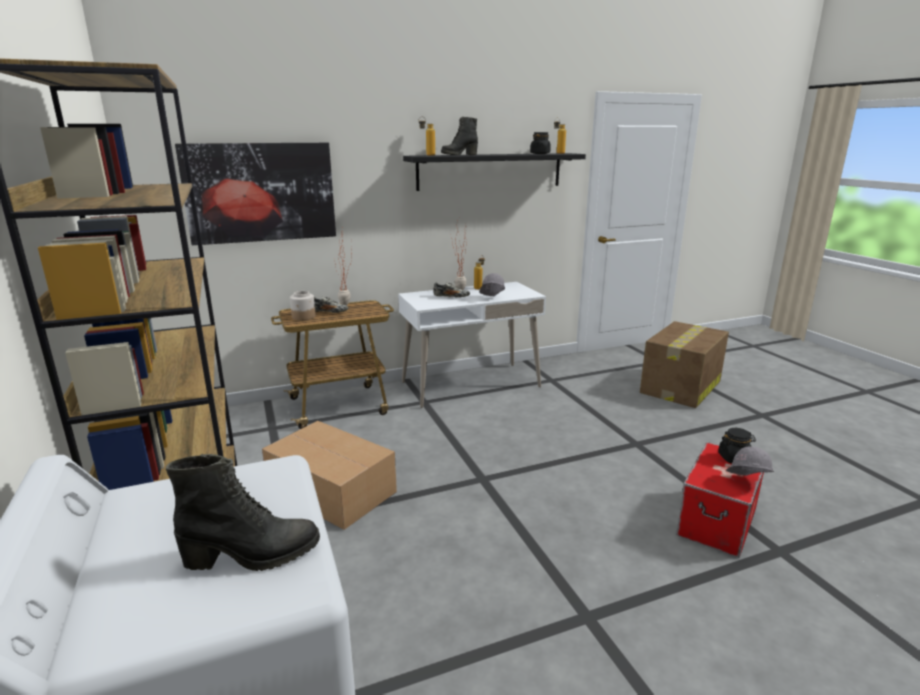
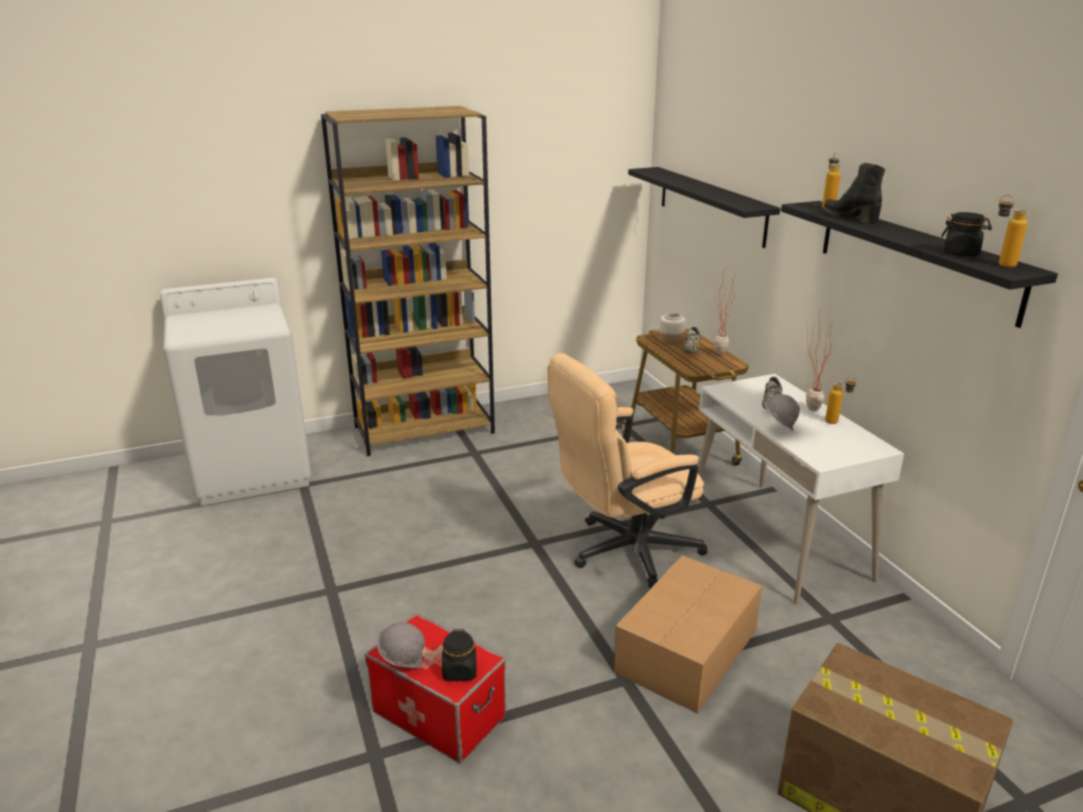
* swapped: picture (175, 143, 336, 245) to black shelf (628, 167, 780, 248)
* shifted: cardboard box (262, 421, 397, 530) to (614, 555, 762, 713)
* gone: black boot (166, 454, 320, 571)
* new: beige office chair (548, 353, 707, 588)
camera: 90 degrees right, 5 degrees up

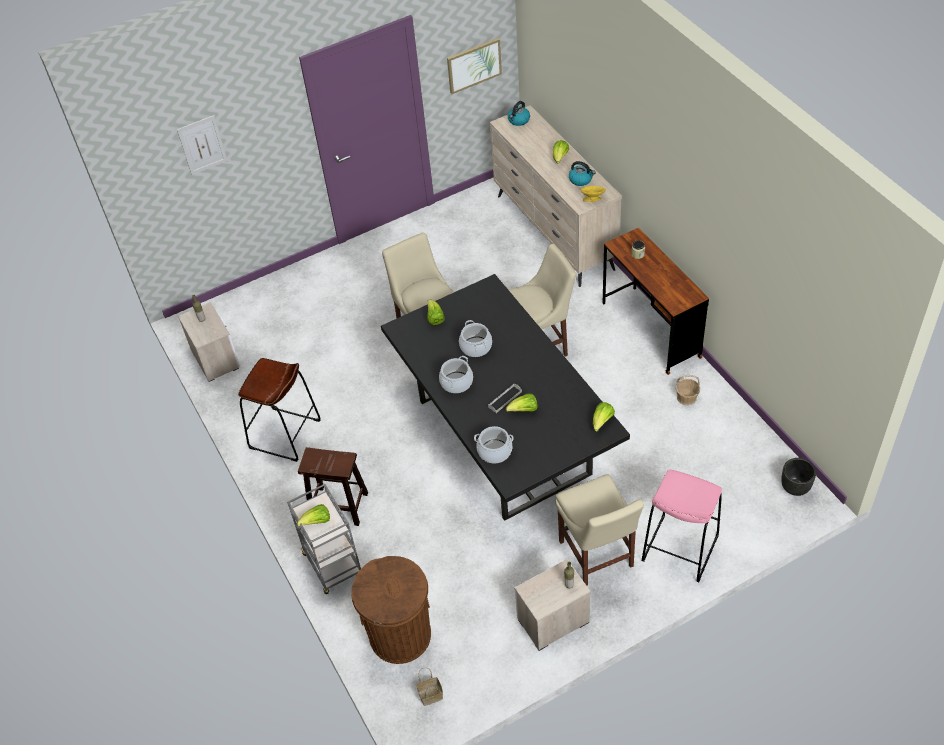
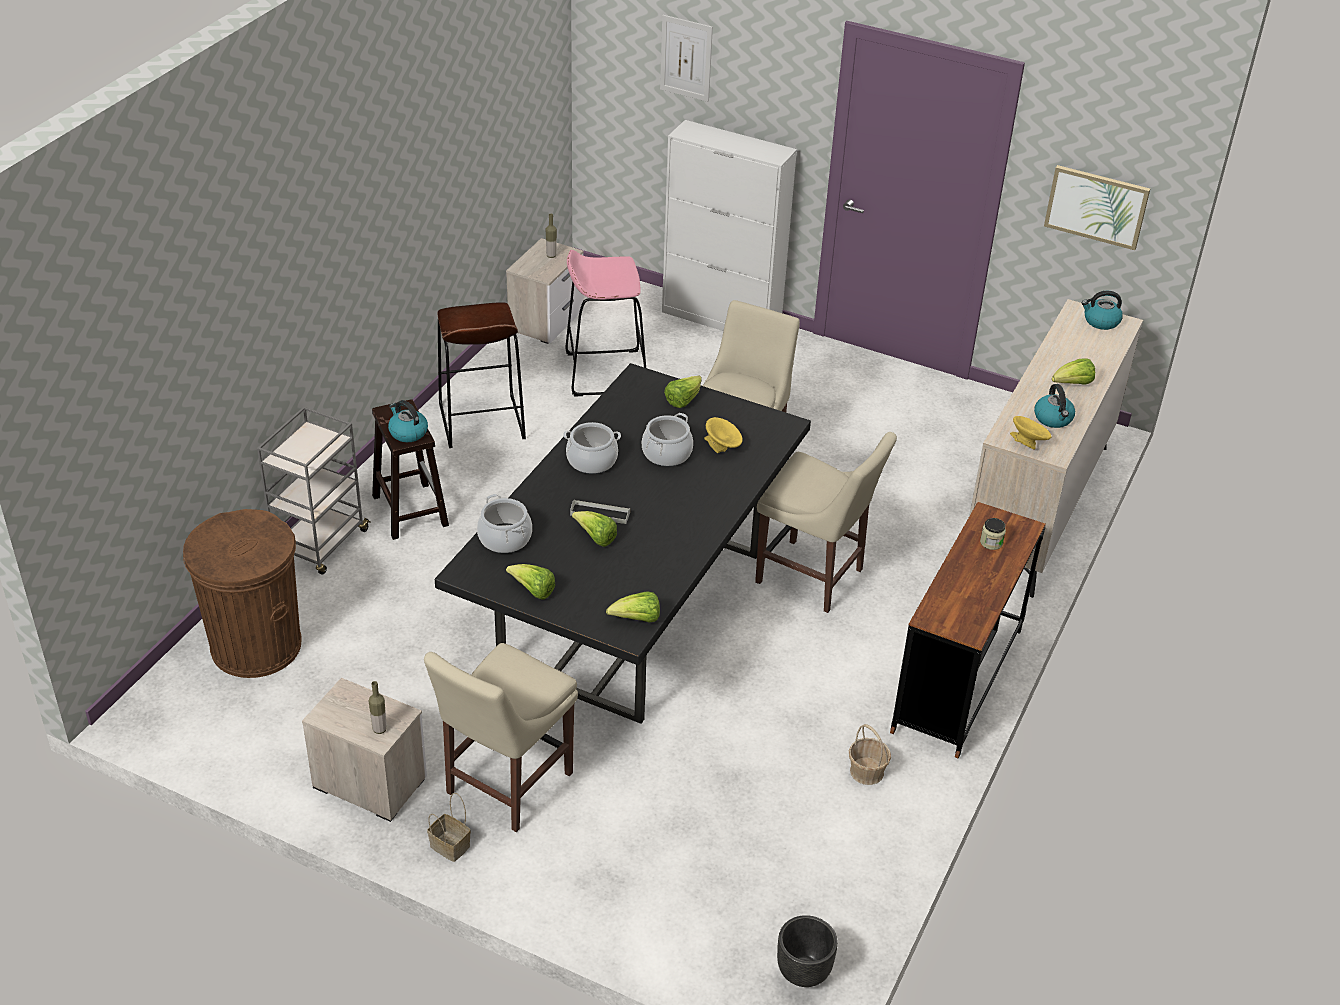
* shifted: pink stool (641, 470, 722, 582) to (565, 250, 646, 396)
* shifted: lettuce (297, 504, 330, 526) to (506, 564, 555, 600)
* shifted: basket (416, 667, 443, 706) to (427, 793, 471, 862)
* new: white cabinet (662, 120, 797, 331)
* new: kettle (388, 400, 428, 442)
* new: yellow bowl (704, 417, 743, 453)
camera: 50 degrees right, 10 degrees down

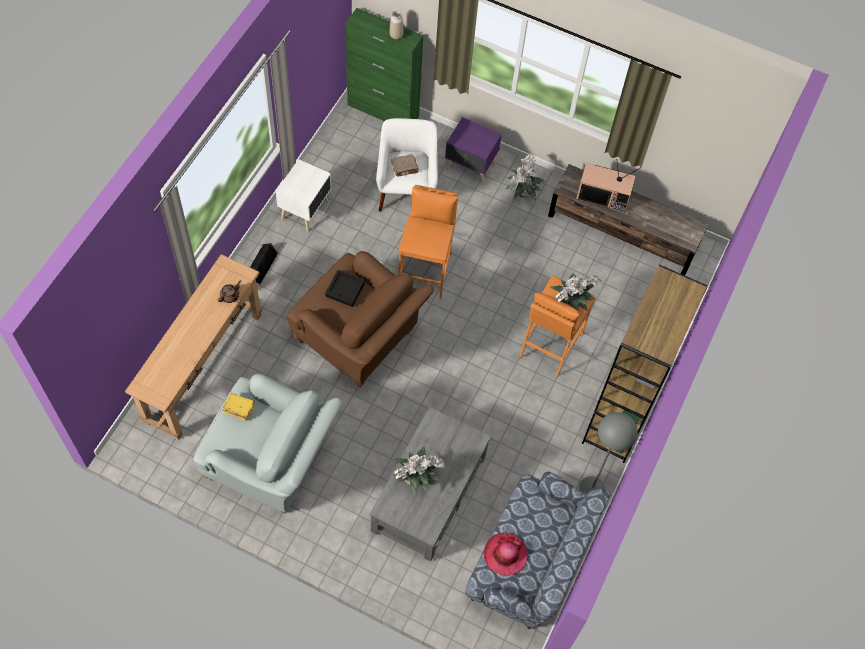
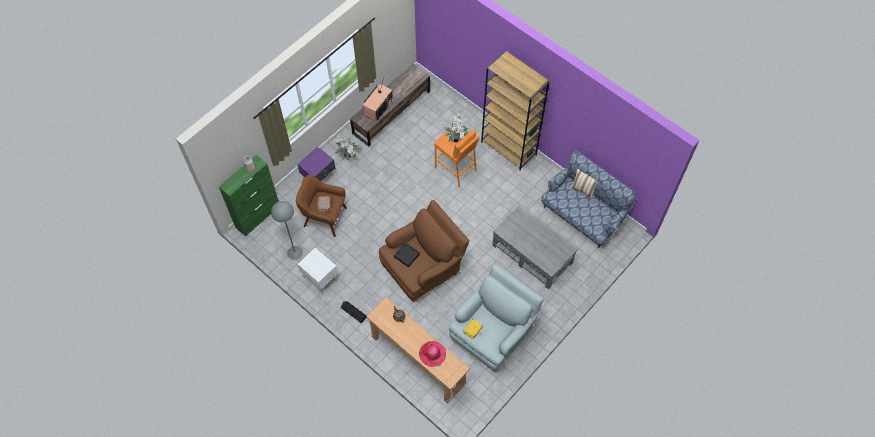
* repainted: white armchair (376, 118, 438, 212) to brown armchair (296, 175, 347, 237)
* gone: orange stool (398, 185, 459, 298)
* shifted: grey floor lamp (579, 412, 638, 495) to (271, 201, 303, 260)
* gone: potted plant (393, 447, 447, 495)
* shifted: hat (484, 533, 528, 576) to (419, 341, 446, 367)
* new: beige pillow (570, 168, 598, 199)
camera: 70 degrees left, 0 degrees up

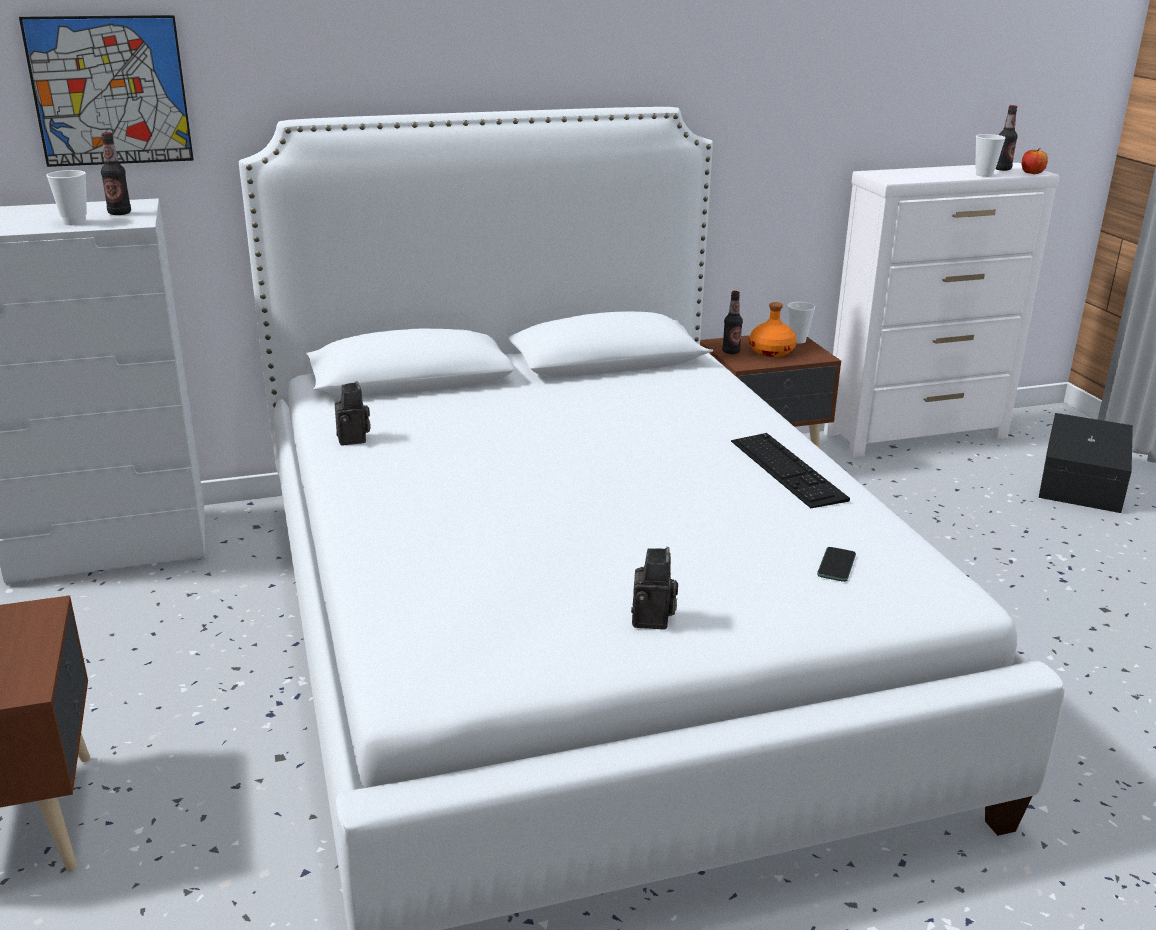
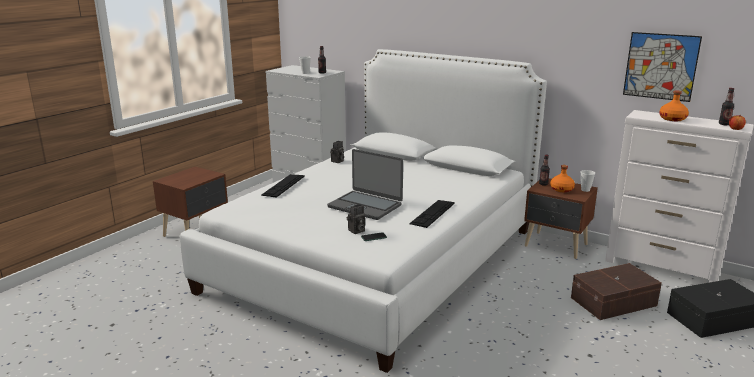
* shifted: picture (19, 15, 194, 167) to (623, 32, 702, 102)
* gone: cup (975, 134, 1006, 177)
* shifted: photo camera (631, 547, 678, 630) to (347, 204, 365, 234)
* new: orange bottle (659, 90, 689, 121)
* new: laptop (327, 149, 403, 220)
* new: keyboard (261, 174, 305, 198)
* new: brown storage box (571, 263, 662, 320)
camera: 50 degrees right, 5 degrees down

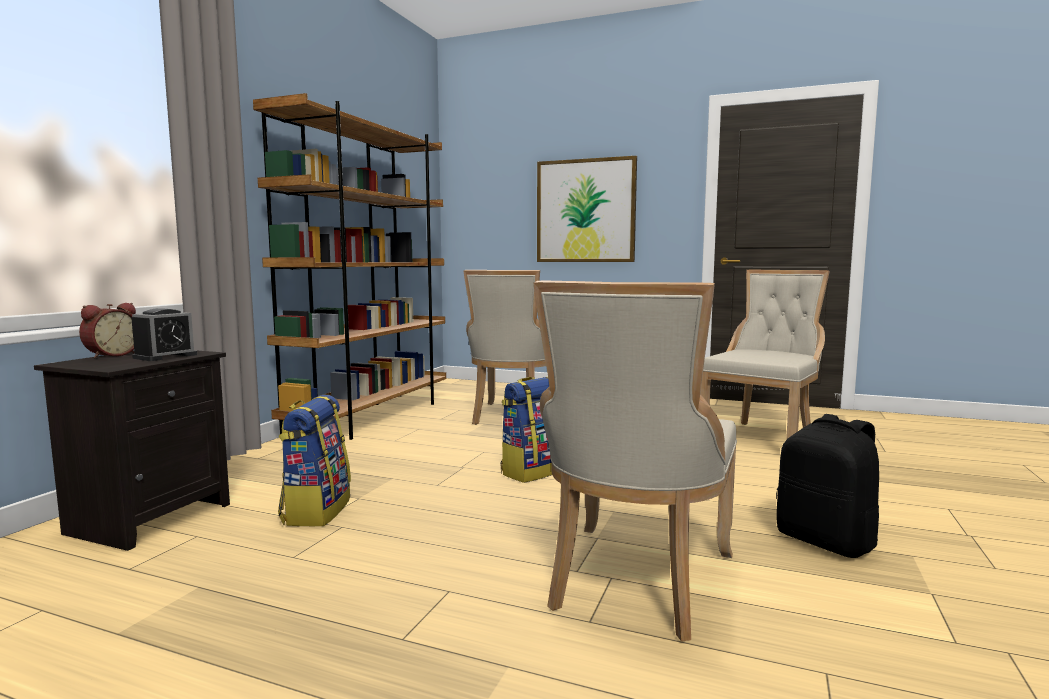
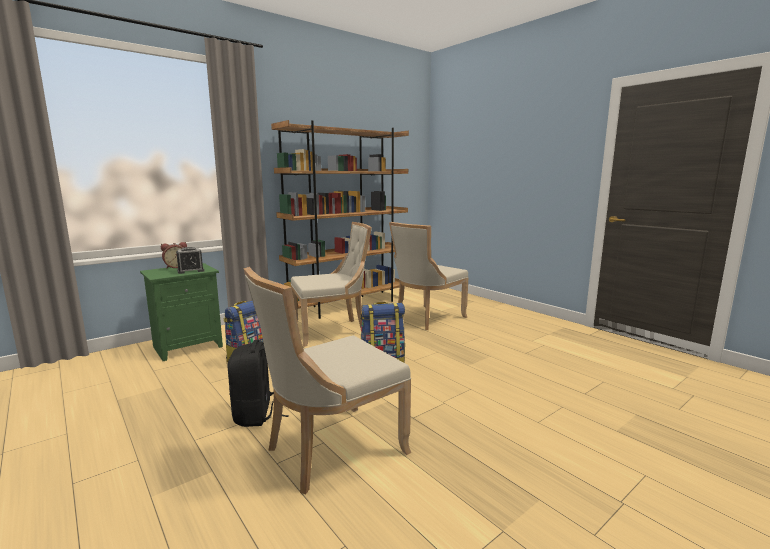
* gone: picture (537, 156, 637, 262)
* shifted: beige chair (700, 270, 829, 440) to (291, 222, 372, 347)
* repainted: black nightstand (34, 350, 230, 551) to green nightstand (140, 263, 223, 361)
* shifted: black backpack (776, 414, 879, 558) to (228, 339, 289, 427)
camera: 30 degrees right, 5 degrees up

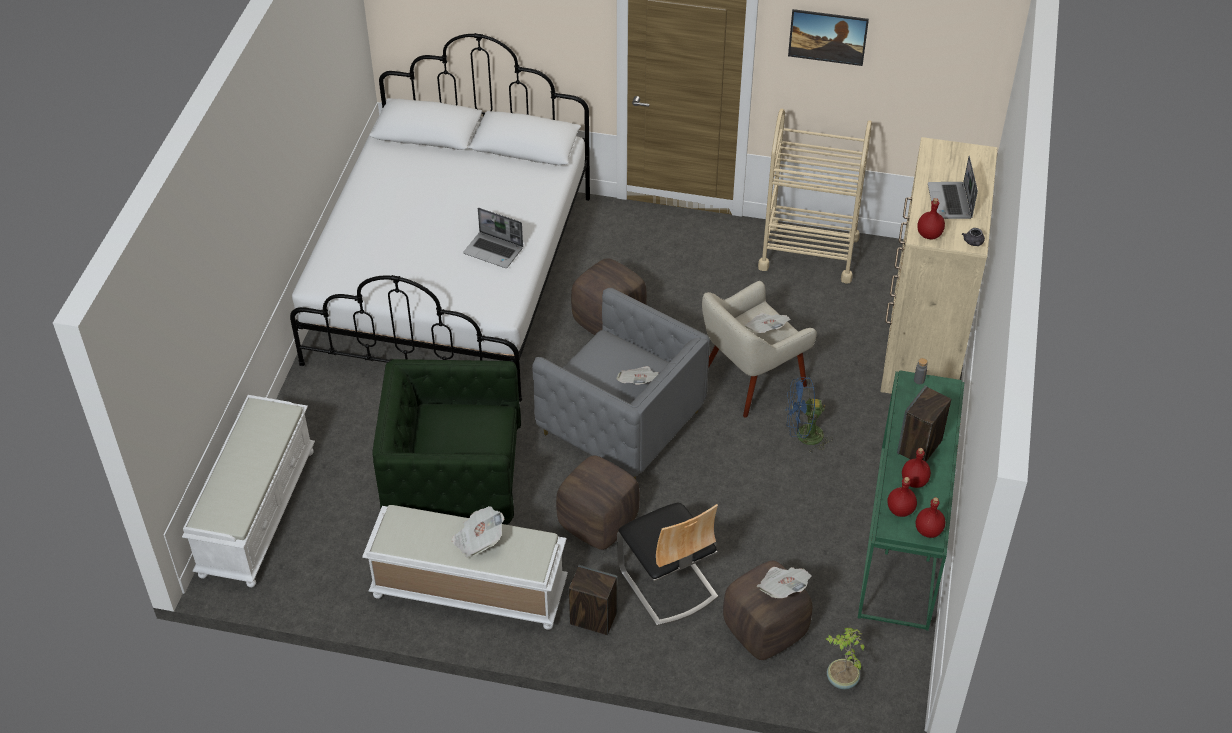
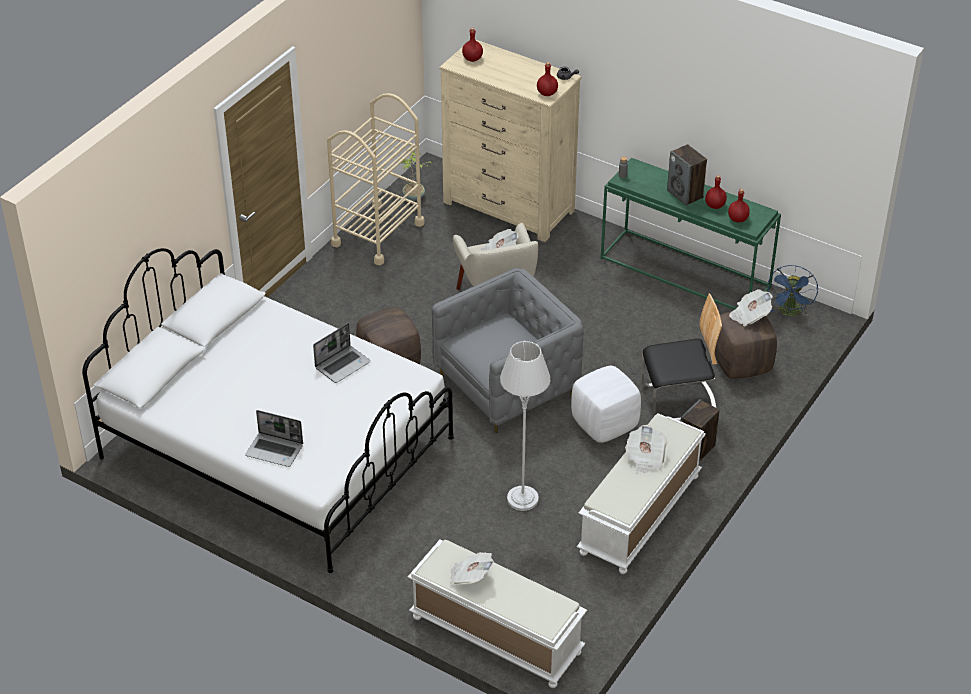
* gone: picture (788, 9, 869, 66)
* shifted: laptop (928, 156, 978, 219) to (245, 410, 303, 467)
* swapped: green armchair (372, 359, 521, 525) to grey floor lamp (500, 341, 551, 511)
* shifted: newspaper (616, 366, 658, 385) to (450, 552, 494, 584)
* shifted: blue fan (785, 377, 833, 452) to (768, 265, 818, 316)
* repainted: brown ottoman (556, 455, 640, 550) to white ottoman (571, 366, 641, 443)
* shifted: red bottle (916, 497, 946, 538) to (462, 28, 483, 62)
* shifted: potted plant (826, 628, 864, 689) to (400, 149, 432, 201)
camera: 70 degrees left, 5 degrees down

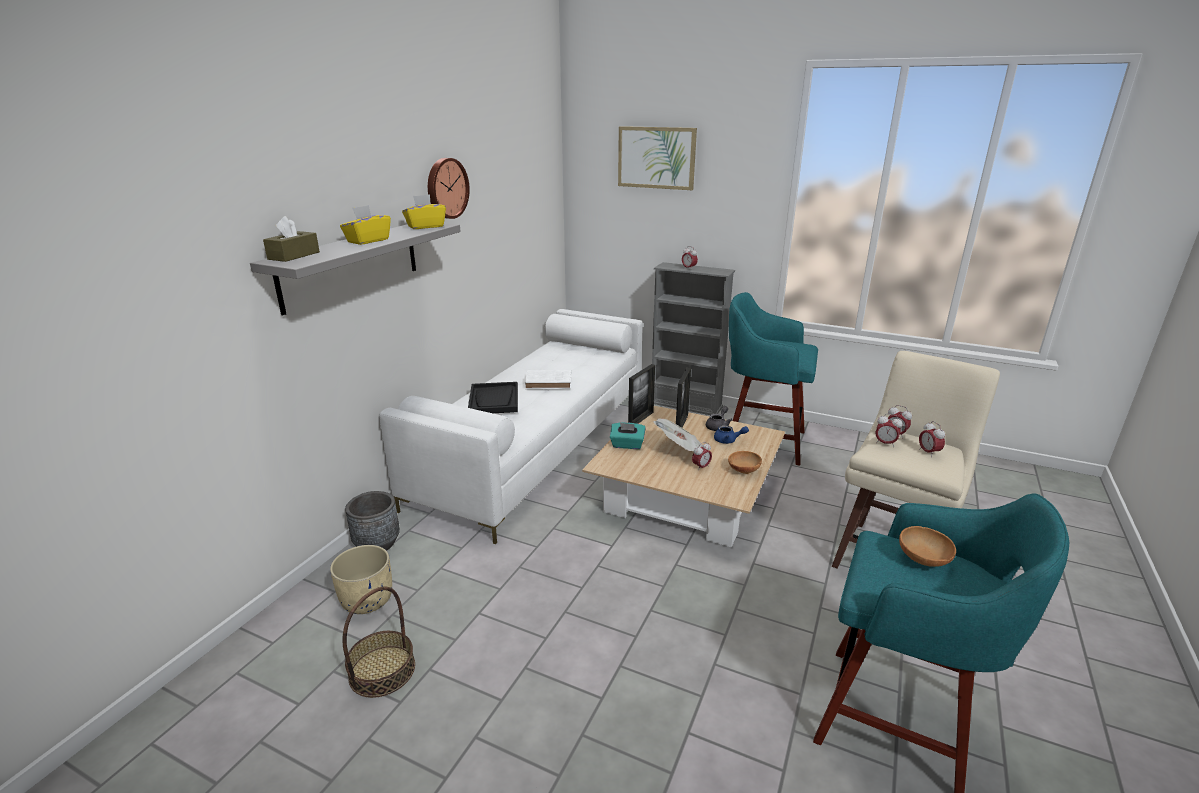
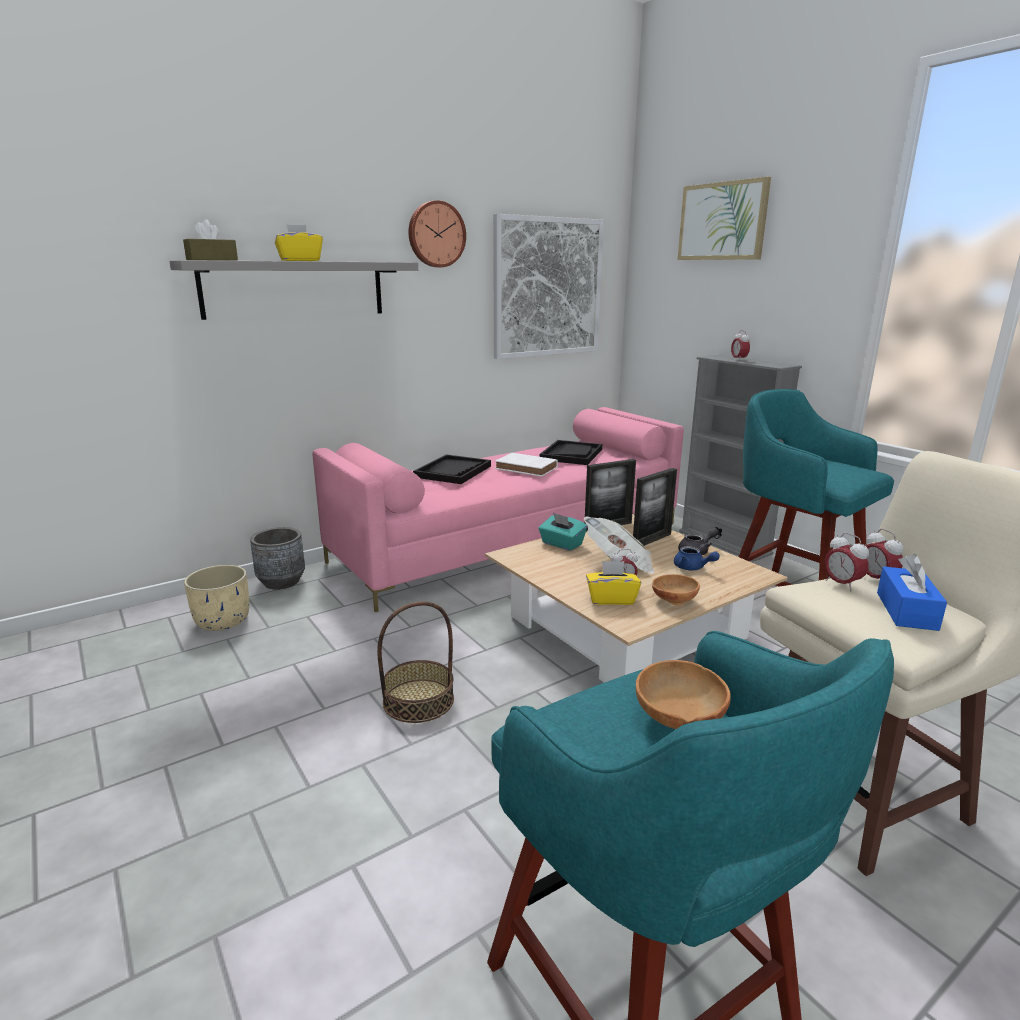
* shifted: yellow tissue box (402, 195, 446, 229) to (586, 561, 641, 605)
* repainted: white sofa (379, 309, 643, 544) to pink sofa (313, 407, 684, 612)
* swapped: alarm clock (919, 421, 945, 458) to blue tissue box (877, 554, 947, 631)
* shifted: basket (342, 586, 415, 698) to (377, 601, 454, 723)
* new: picture (493, 214, 604, 359)
* new: black tray (540, 440, 602, 465)
camera: 30 degrees right, 5 degrees down

